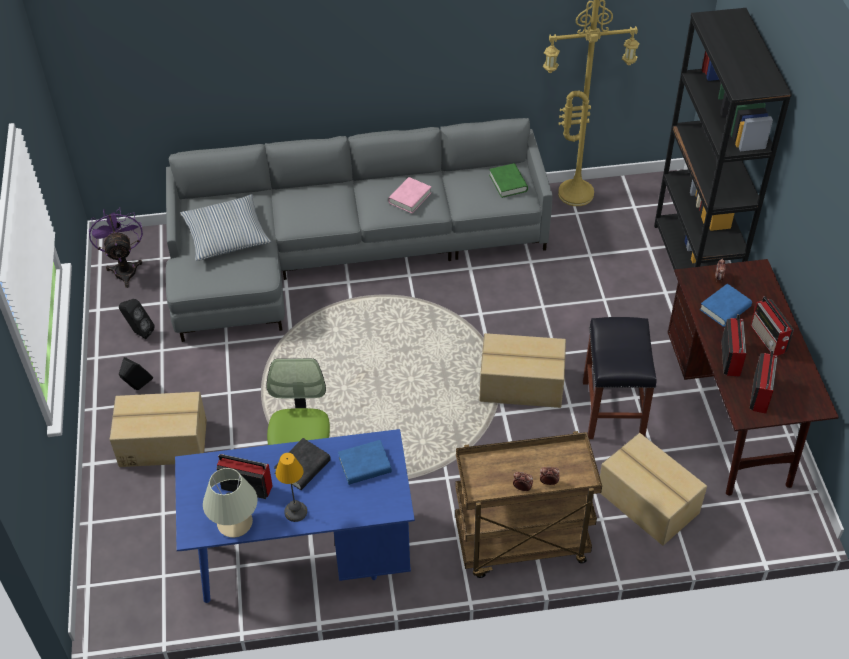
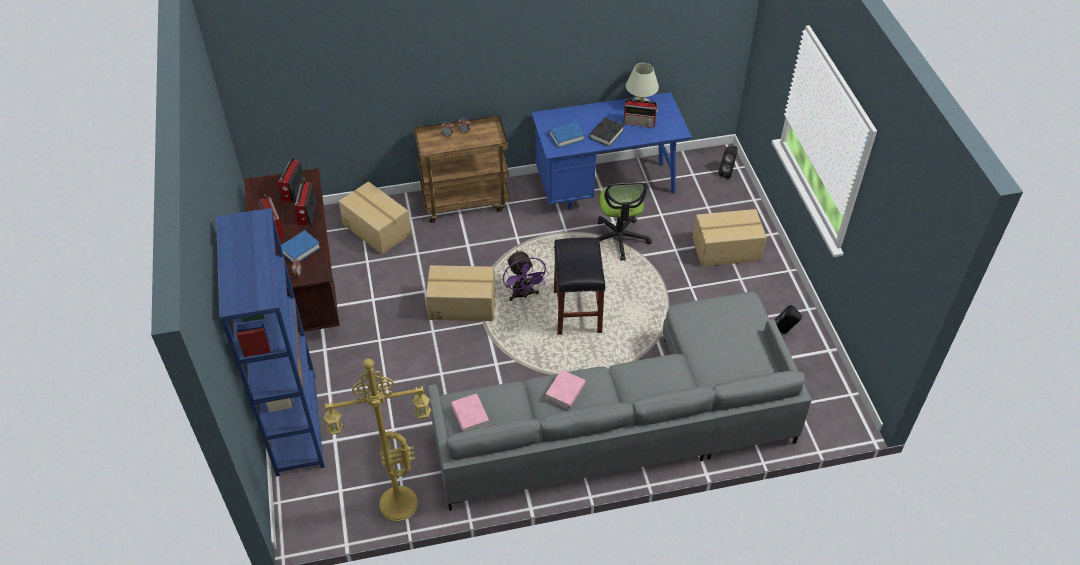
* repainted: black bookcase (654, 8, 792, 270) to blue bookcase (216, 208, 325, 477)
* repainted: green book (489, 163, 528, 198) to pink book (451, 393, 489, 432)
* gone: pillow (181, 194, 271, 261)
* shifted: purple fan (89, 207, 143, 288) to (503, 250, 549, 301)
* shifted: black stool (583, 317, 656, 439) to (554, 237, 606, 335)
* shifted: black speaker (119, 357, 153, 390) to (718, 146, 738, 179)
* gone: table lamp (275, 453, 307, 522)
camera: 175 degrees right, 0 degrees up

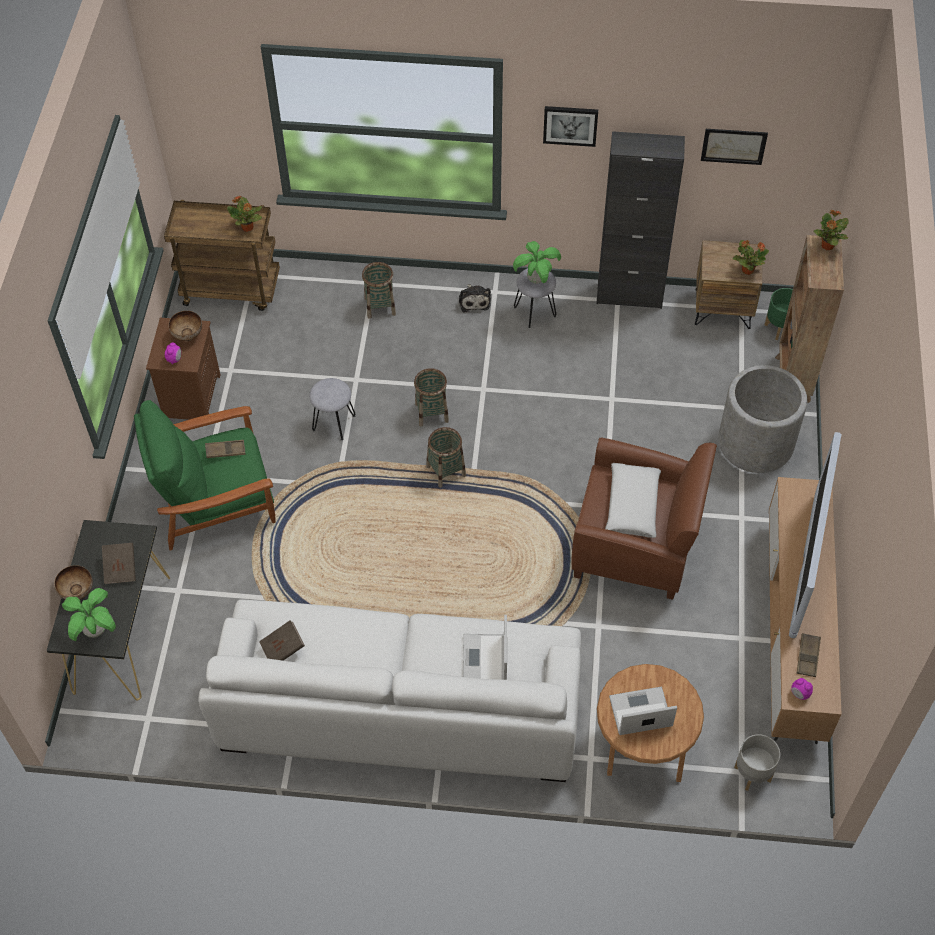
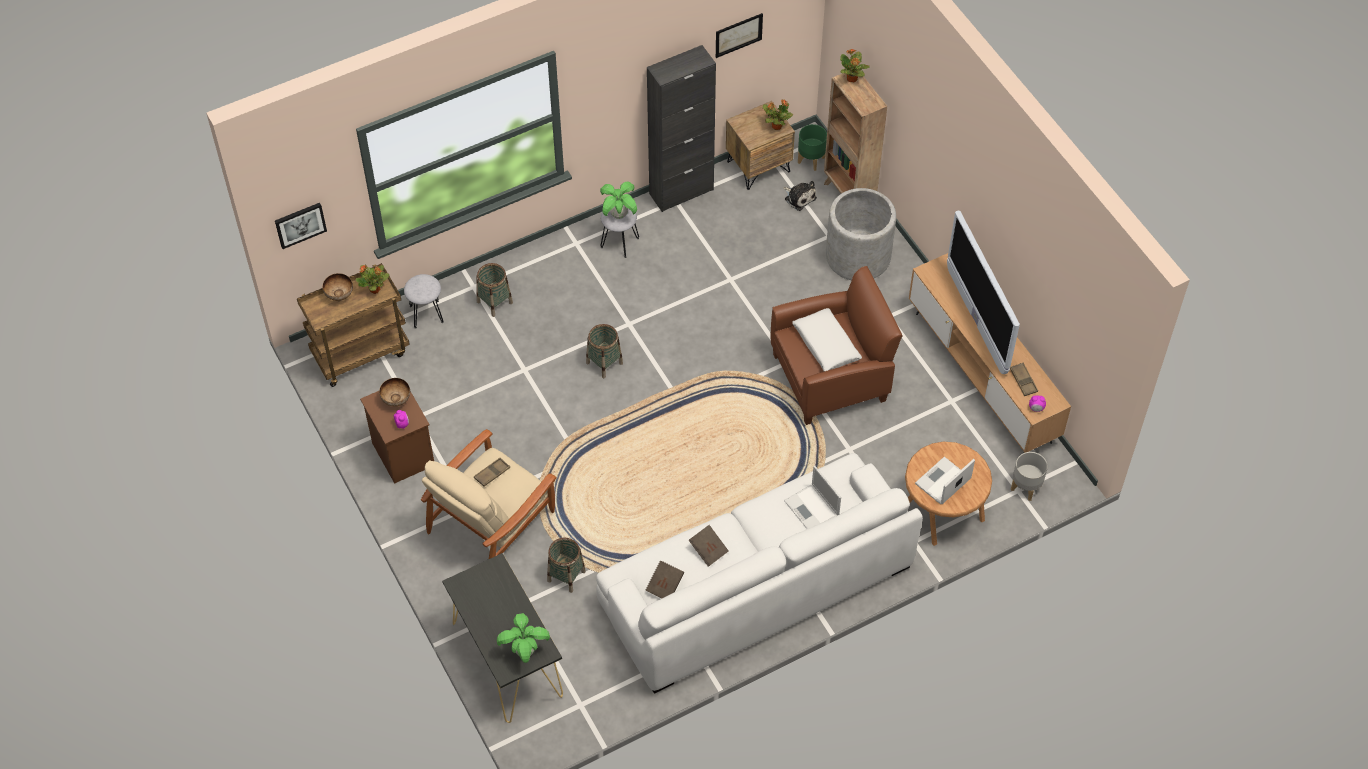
* shifted: picture (543, 106, 598, 147) to (275, 203, 327, 249)
* shifted: plush toy (459, 284, 491, 312) to (783, 181, 817, 211)
* shifted: grey stool (309, 378, 355, 440) to (404, 274, 444, 329)
* repainted: green armchair (134, 400, 276, 550) to beige armchair (421, 429, 557, 559)
* shifted: basket (426, 427, 466, 488) to (547, 538, 586, 593)
* shifted: brown book (102, 543, 136, 584) to (689, 525, 729, 567)
* shifted: bowl (54, 565, 93, 600) to (322, 273, 353, 301)
camera: 35 degrees left, 0 degrees up

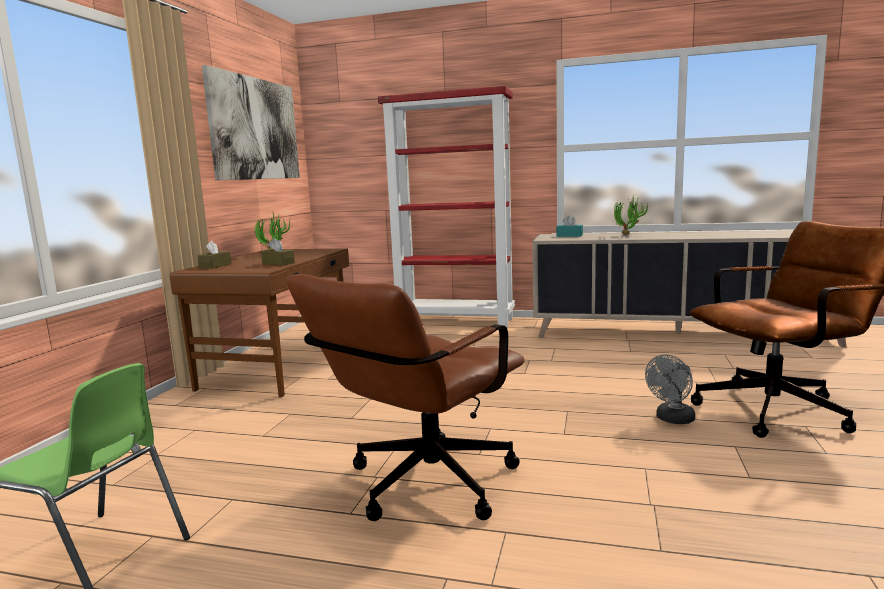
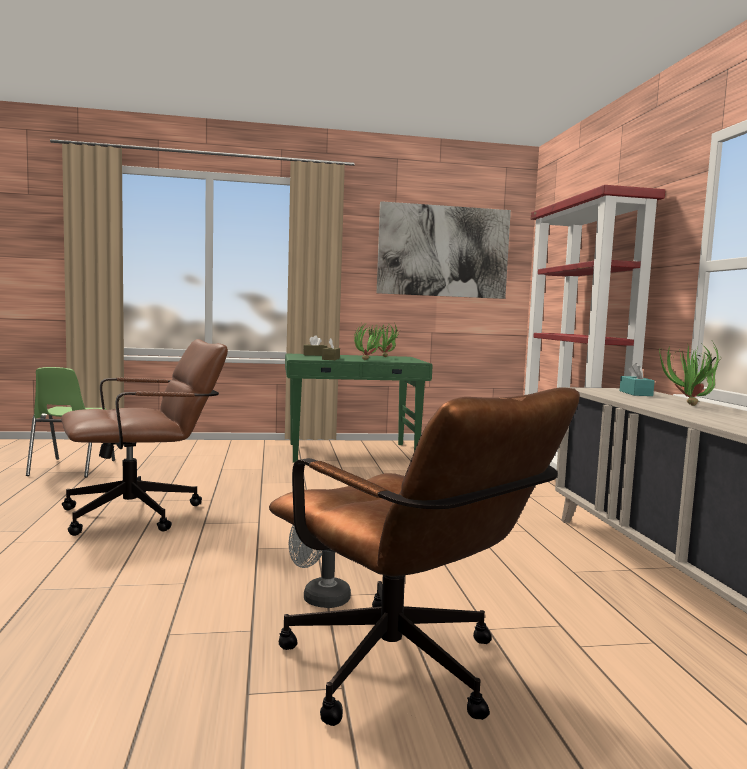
* repainted: brown desk (170, 249, 349, 397) to green desk (285, 354, 432, 462)
* rotated: brown office chair (287, 274, 524, 521) = (61, 339, 228, 536) 135 degrees clockwise
* new: potted plant (354, 321, 386, 360)
camera: 65 degrees right, 5 degrees down

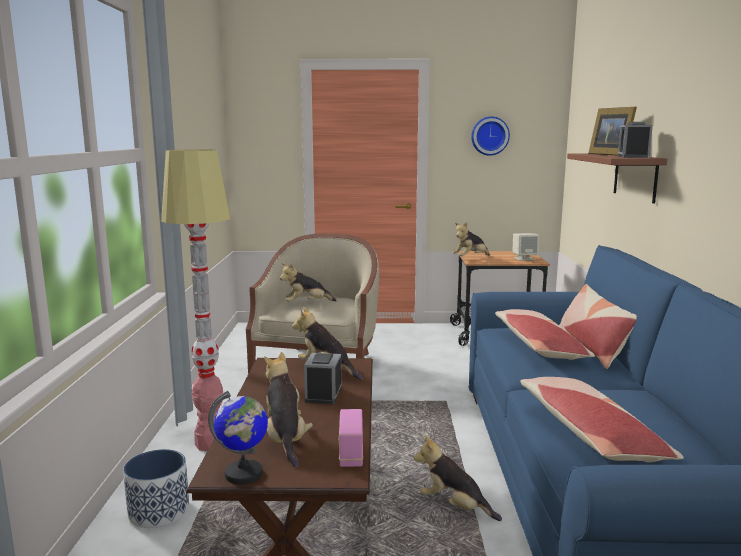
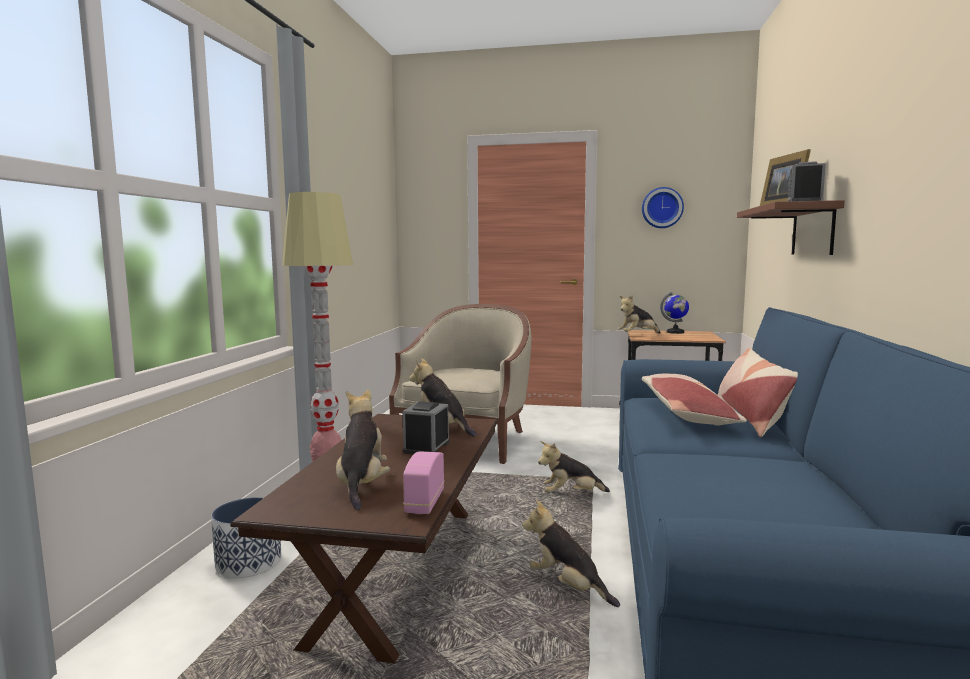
* gone: beige speaker (513, 233, 539, 261)
* shifted: plush toy (280, 263, 337, 302) to (538, 441, 610, 493)
* gone: pillow (520, 377, 684, 462)
* shifted: globe (208, 391, 268, 485) to (660, 292, 689, 334)
camera: 10 degrees right, 5 degrees down

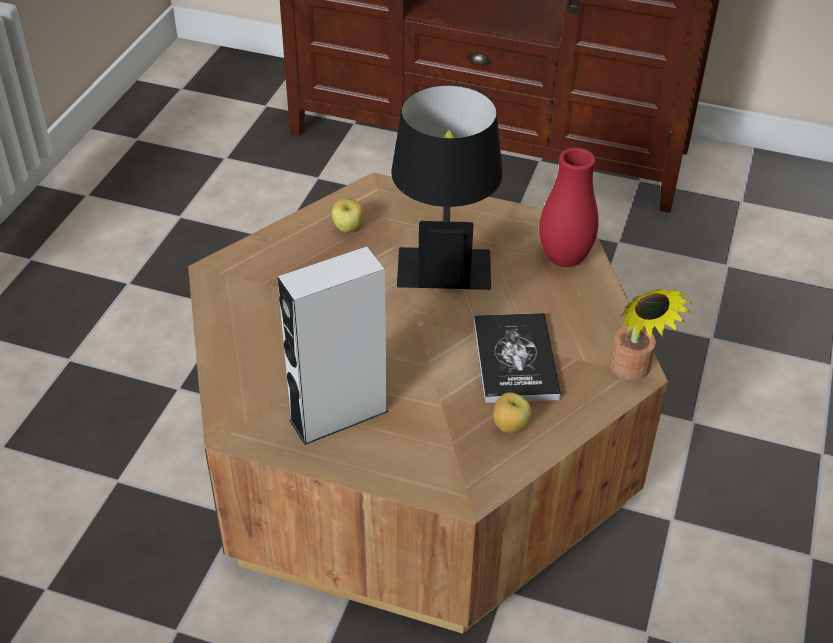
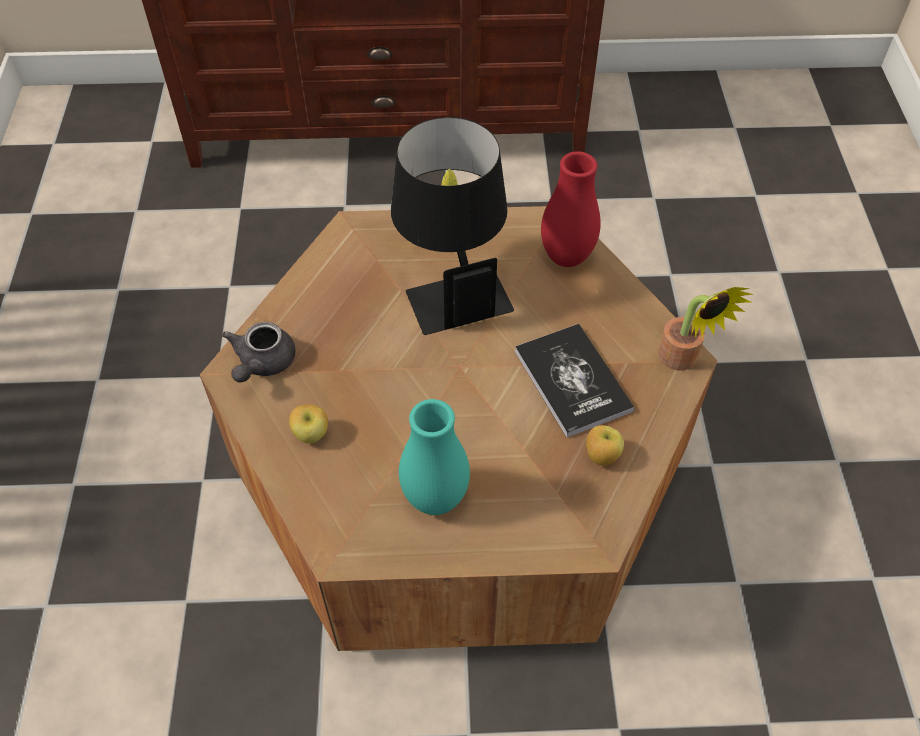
* shifted: apple (331, 198, 364, 232) to (289, 404, 328, 444)
* swapped: grey speaker (278, 246, 389, 445) to turquoise vase (399, 399, 470, 515)
* new: grey teapot (222, 322, 295, 383)
camera: 20 degrees left, 10 degrees up

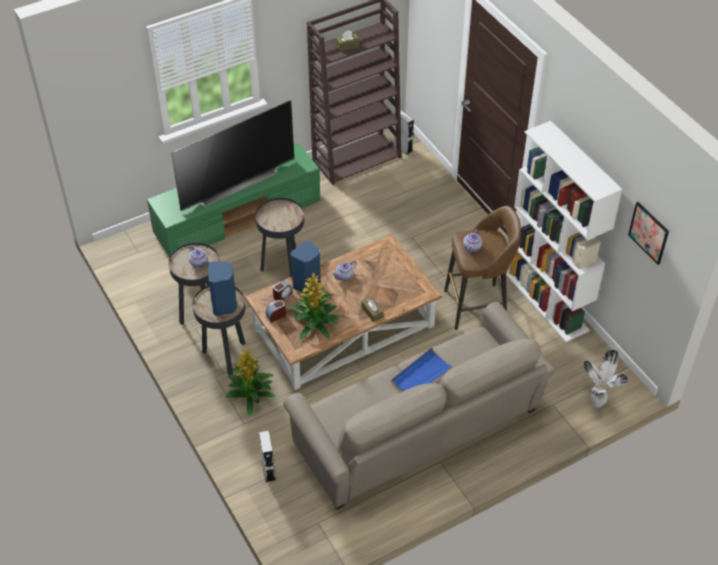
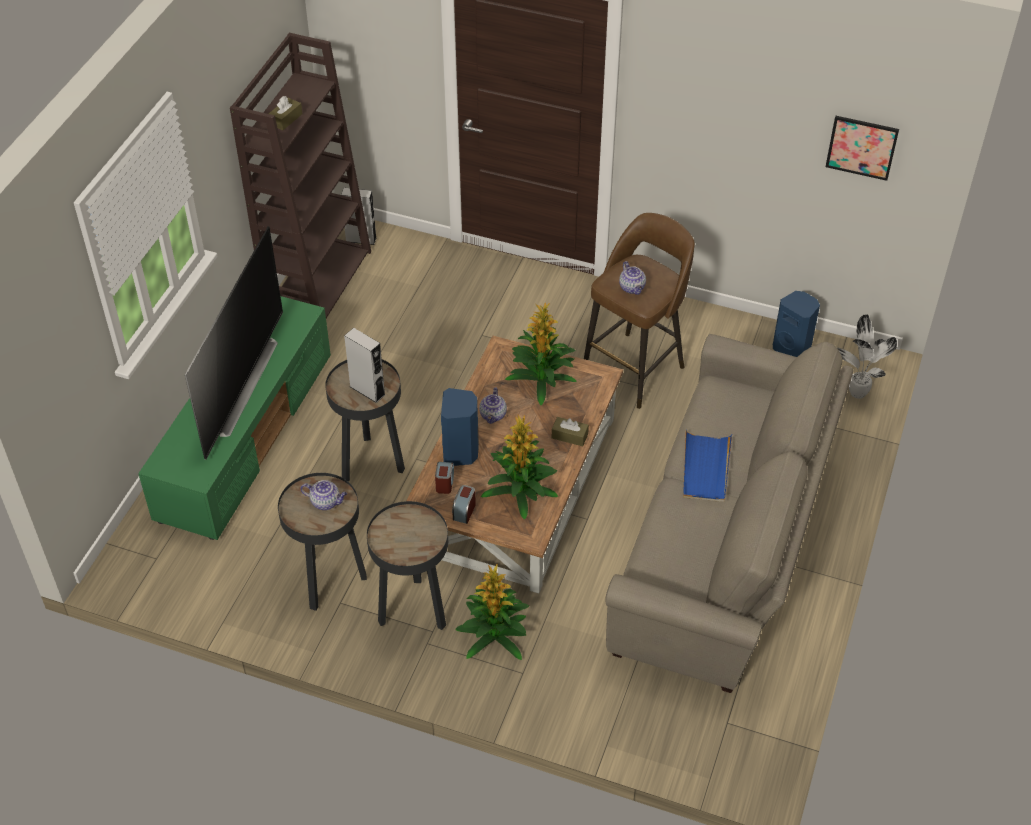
* gone: white bookcase (506, 121, 622, 342)
* shifted: blue speaker (208, 261, 237, 316) to (773, 291, 820, 357)
* shifted: grey speaker (259, 430, 276, 482) to (344, 328, 385, 403)
* new: potted plant (505, 302, 577, 405)
camera: 40 degrees left, 0 degrees up

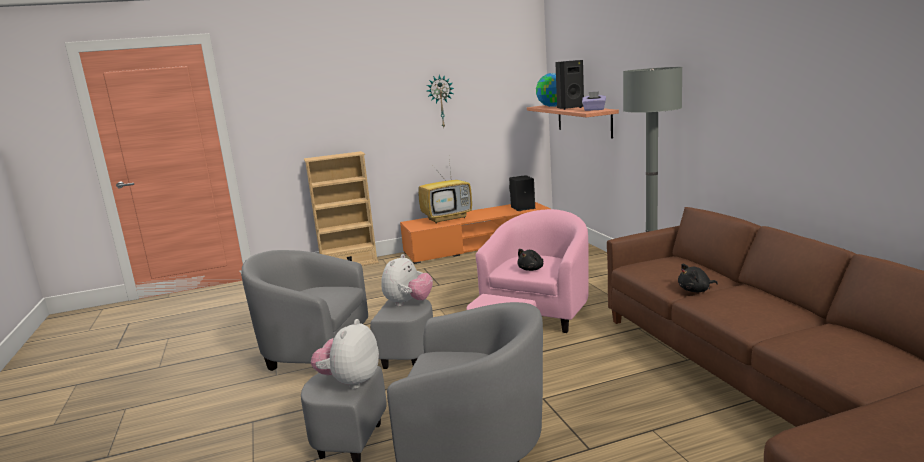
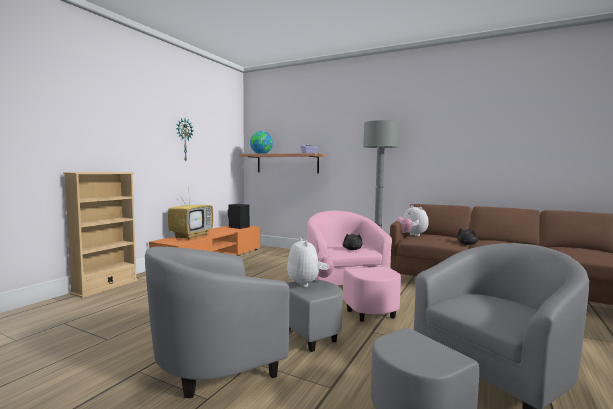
* gone: black speaker (555, 60, 584, 110)
* shifted: plush toy (311, 319, 379, 389) to (396, 205, 428, 236)
camera: 45 degrees left, 10 degrees down

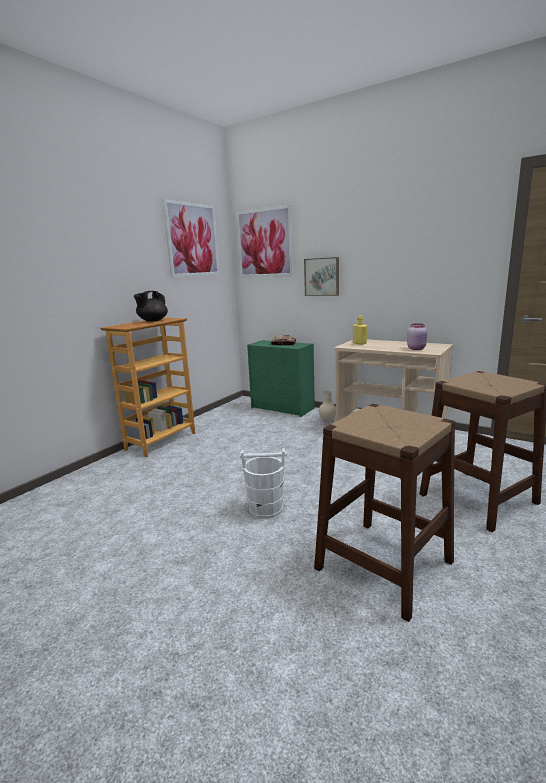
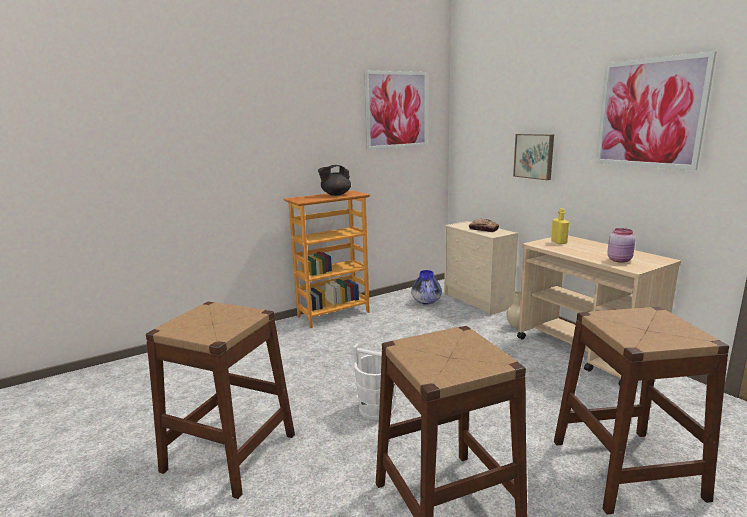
* shifted: picture (236, 205, 294, 278) to (596, 51, 717, 170)
* repainted: green dresser (247, 340, 315, 417) to beige dresser (444, 221, 518, 315)
* new: vase (411, 270, 442, 305)
* new: brown stool (146, 302, 295, 499)
camera: 25 degrees right, 0 degrees up

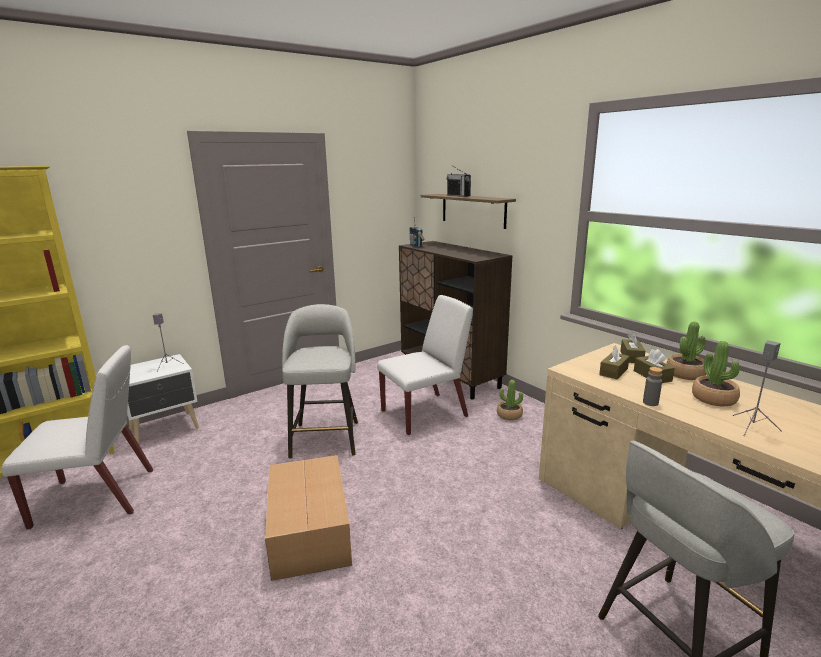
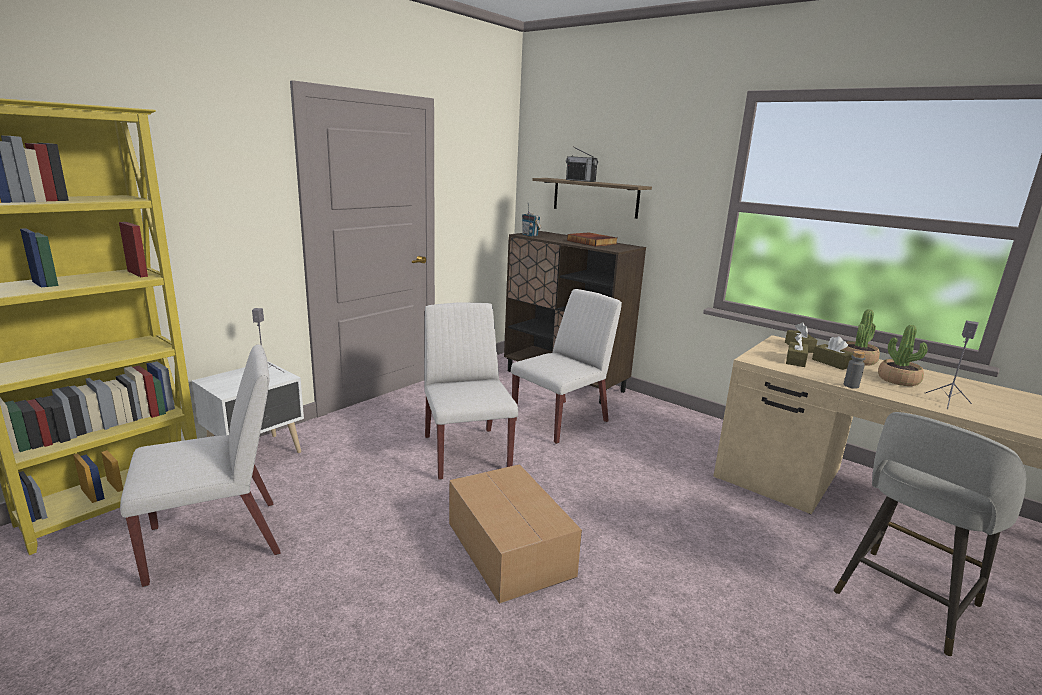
* swapped: grey stool (282, 304, 358, 459) to white chair (425, 302, 518, 480)
* gone: potted plant (497, 380, 523, 420)
* new: book (567, 232, 617, 247)
camera: 15 degrees left, 0 degrees up

